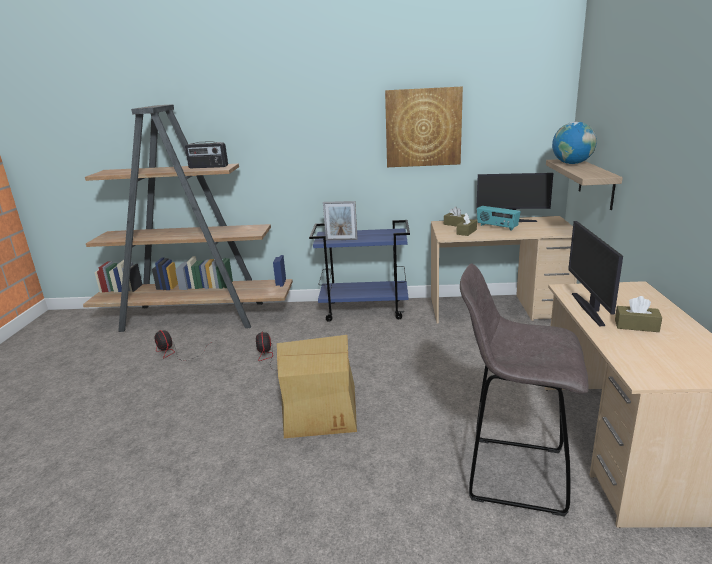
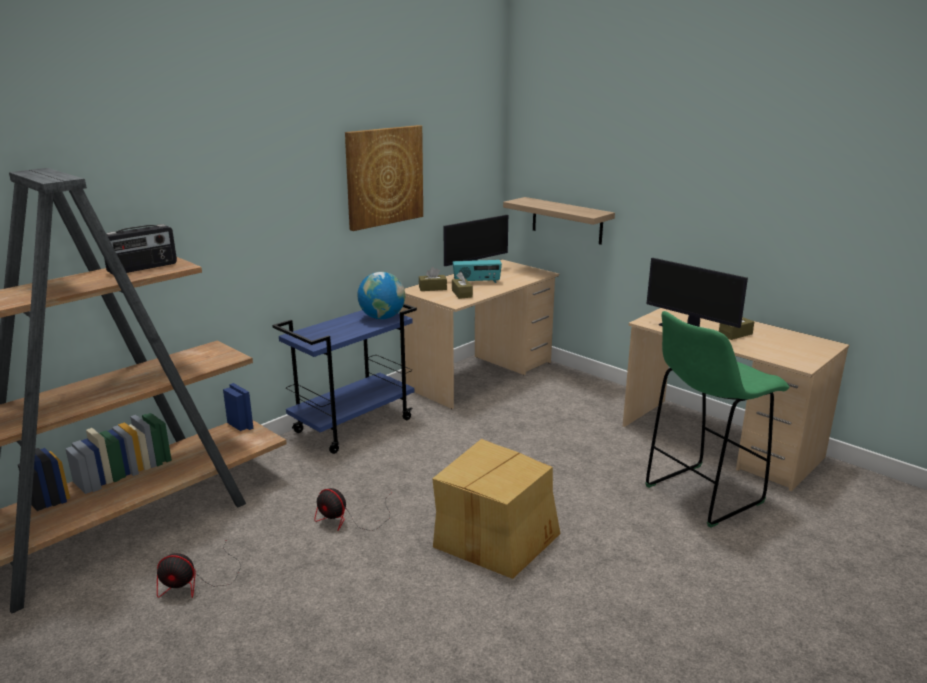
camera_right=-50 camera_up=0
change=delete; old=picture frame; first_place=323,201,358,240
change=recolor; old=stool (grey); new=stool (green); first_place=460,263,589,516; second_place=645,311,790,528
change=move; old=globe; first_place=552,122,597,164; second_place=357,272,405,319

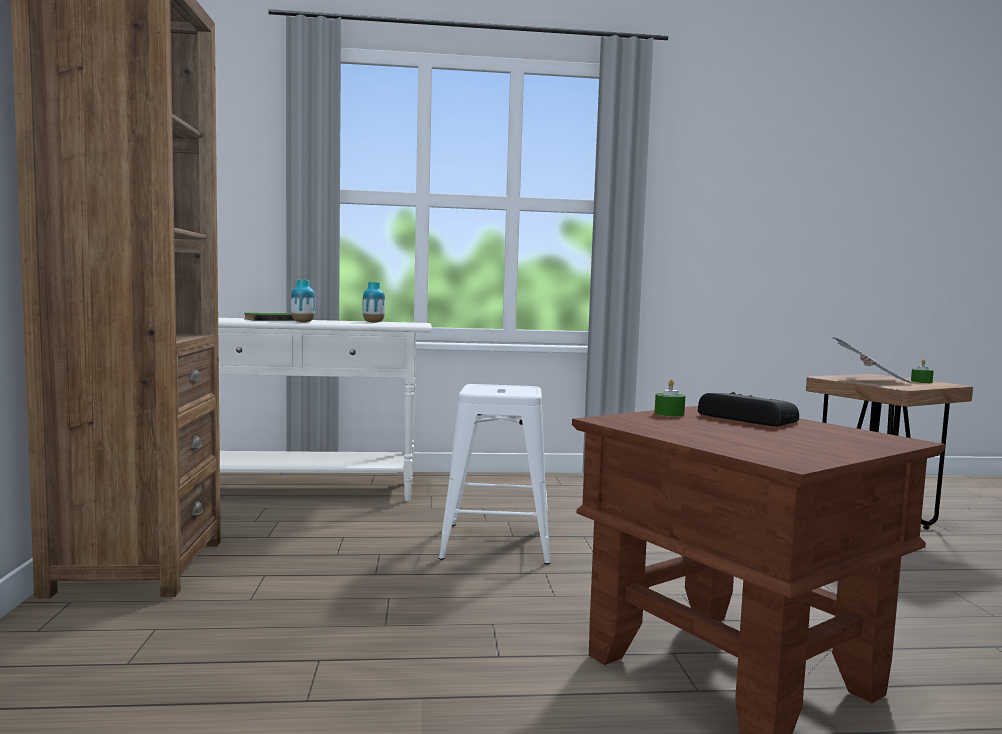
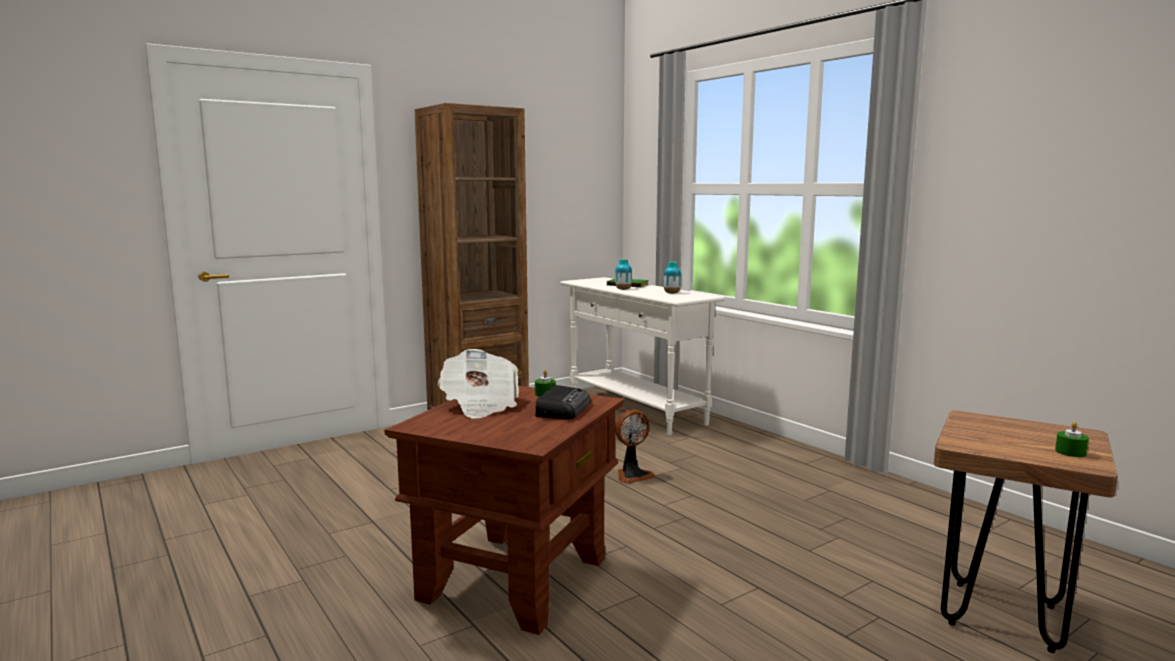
camera_right=60 camera_up=5
change=replace; old=stool (white); new=fan; first_place=439,384,550,564; second_place=615,409,655,484
change=move; old=newspaper; first_place=833,338,913,383; second_place=437,349,519,419

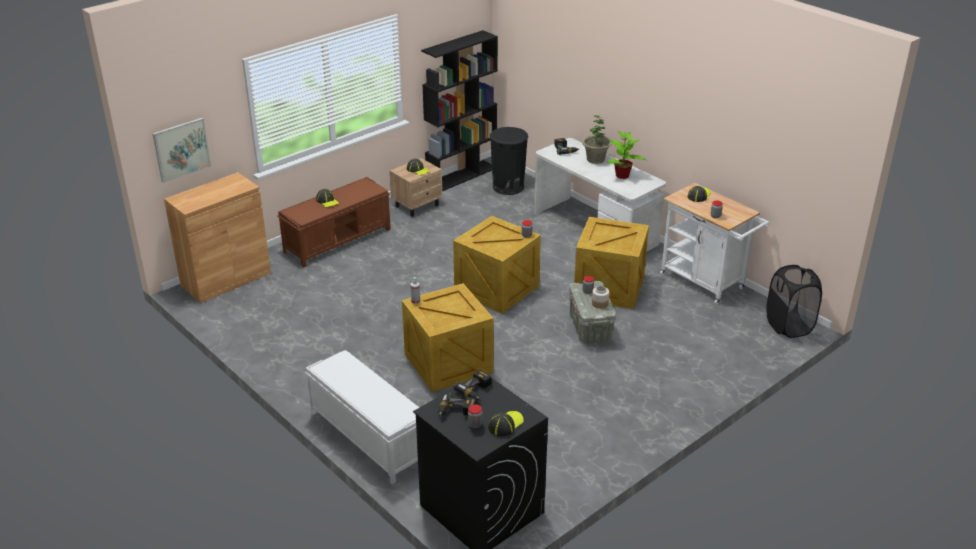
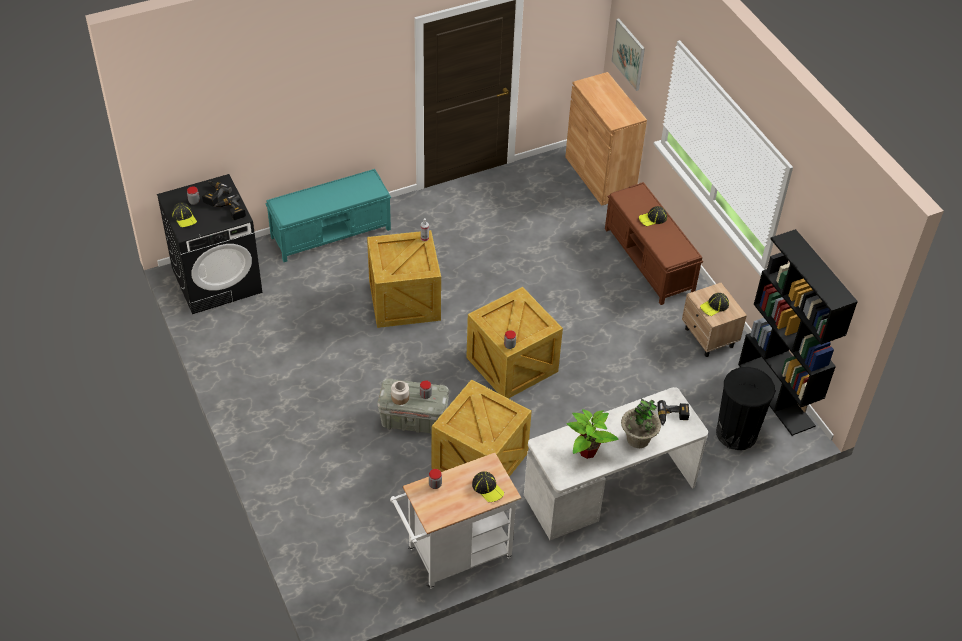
camera_right=105 camera_up=15
change=recolor; old=bench (white); new=bench (turquoise); first_place=305,350,419,484; second_place=265,169,391,262
change=delete; old=laundry basket (black); first_place=766,265,822,338

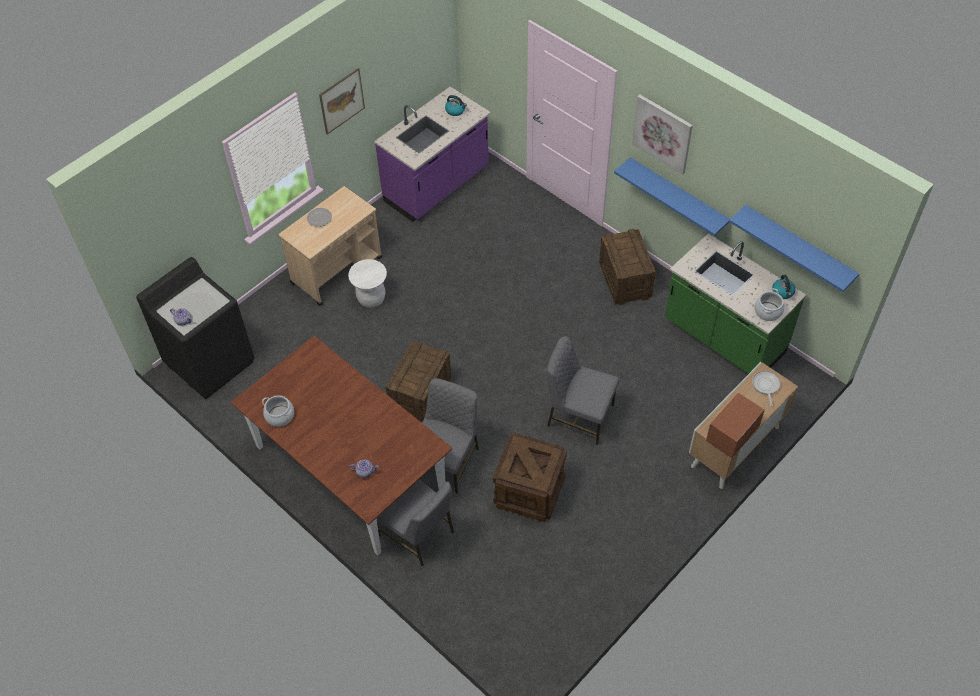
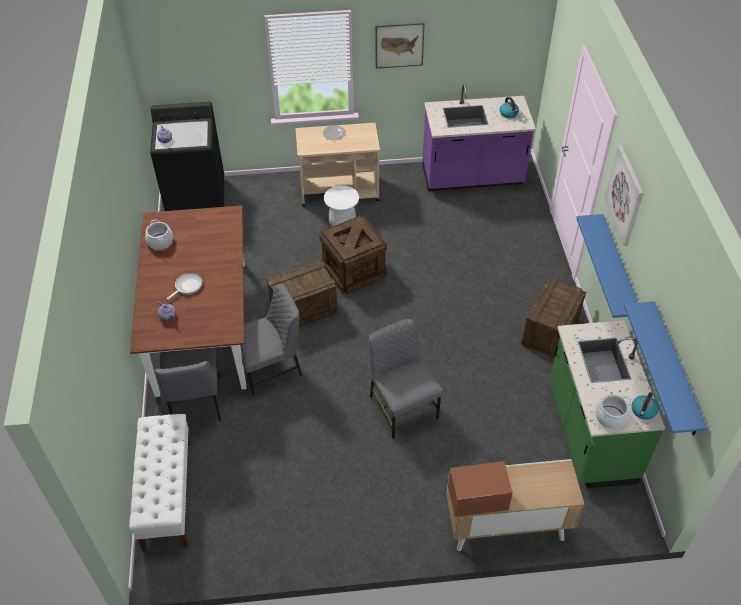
camera_right=40 camera_up=-5
change=move; old=crate; first_place=493,433,567,522; second_place=319,216,387,294
change=move; old=frying pan; first_place=752,371,781,407; second_place=167,273,202,300
change=insert; new=bench (white); second_place=129,414,192,551

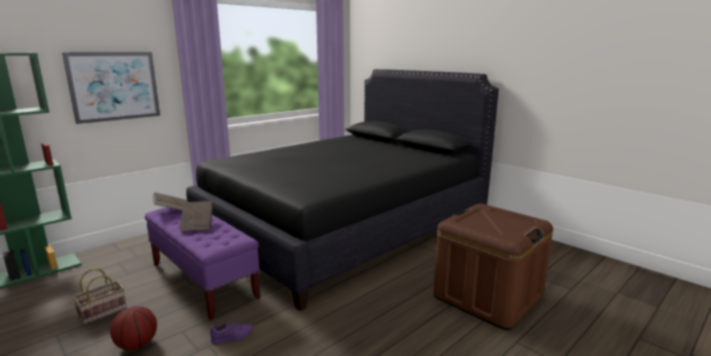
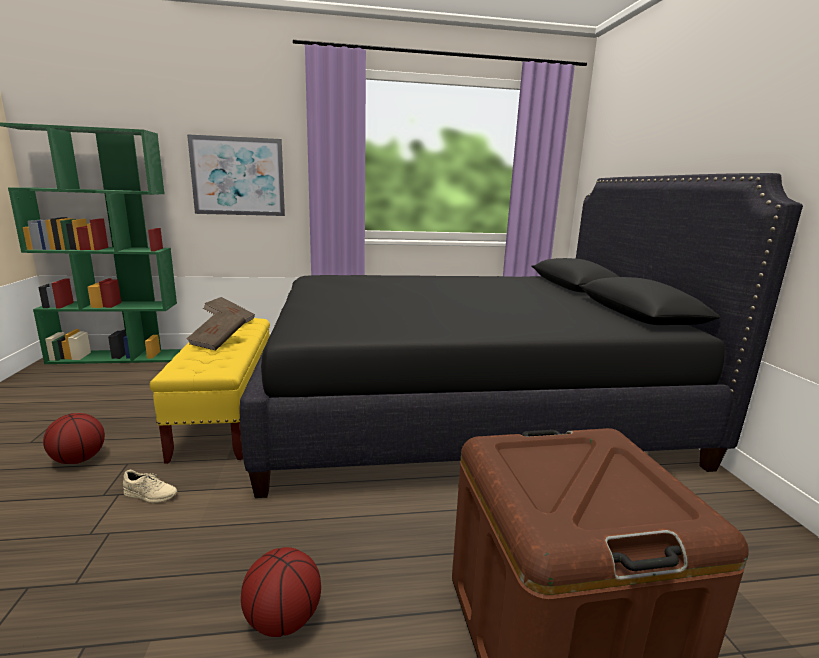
camera_right=35 camera_up=0
change=delete; old=basket; first_place=73,268,127,325
change=recolor; old=bench (purple); new=bench (yellow); first_place=145,207,260,320; second_place=150,318,270,464
change=recolor; old=shoe (purple); new=shoe (beige); first_place=210,321,253,345; second_place=123,470,177,503
change=insert; new=basketball; second_place=241,547,321,637

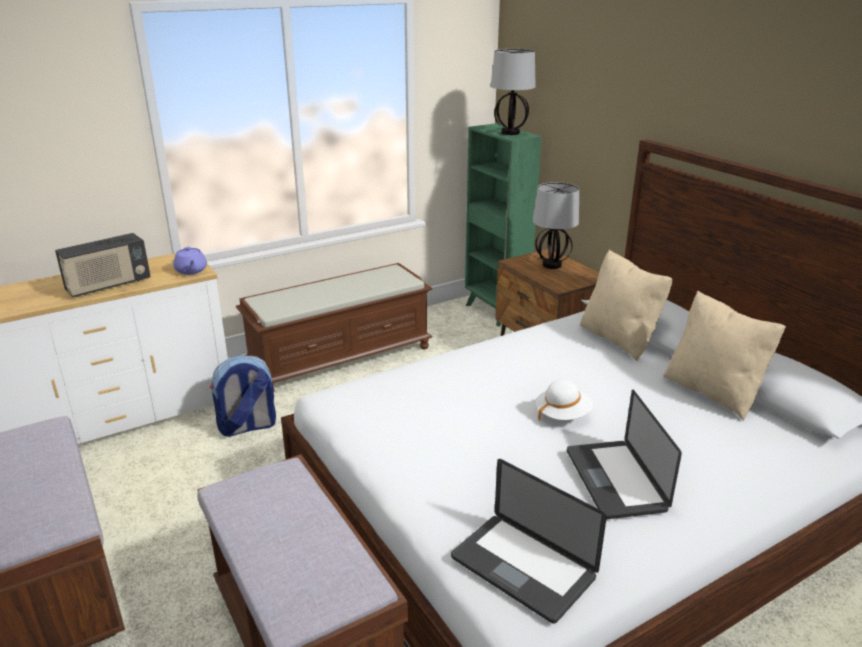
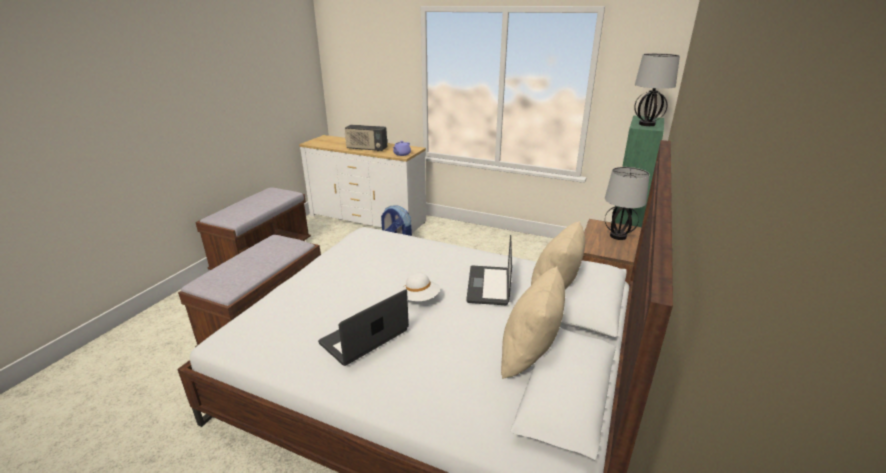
camera_right=55 camera_up=0
change=delete; old=bench (brown); first_place=236,263,432,391
change=move; old=laptop; first_place=451,459,607,624; second_place=466,235,512,305

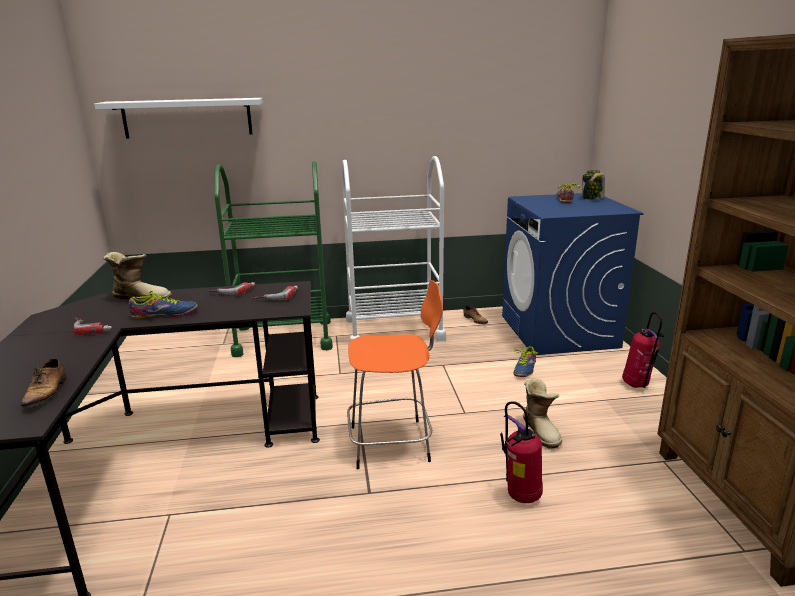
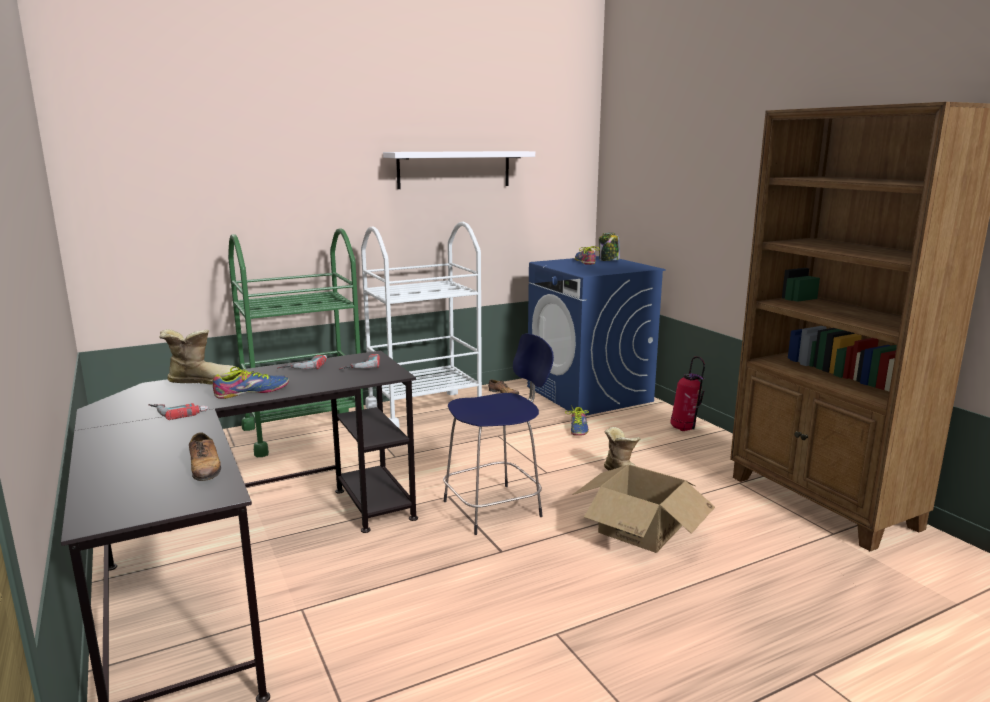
camera_right=-20 camera_up=-5
change=move; old=shelf (white); first_place=94,98,263,138; second_place=383,151,535,189
change=recolor; old=stool (orange); new=stool (blue); first_place=347,280,443,470; second_place=443,333,554,535
change=replace; old=fire extinguisher; new=cardboard box; first_place=500,401,543,503; second_place=572,464,715,553

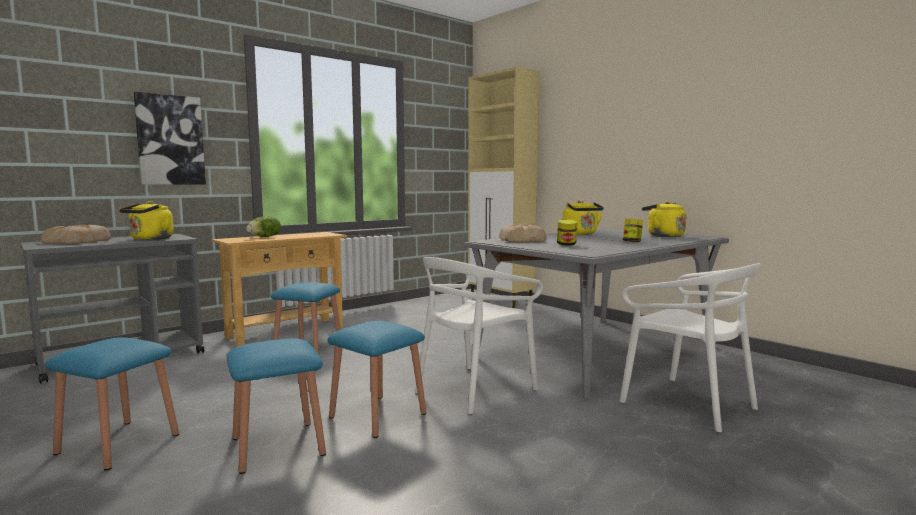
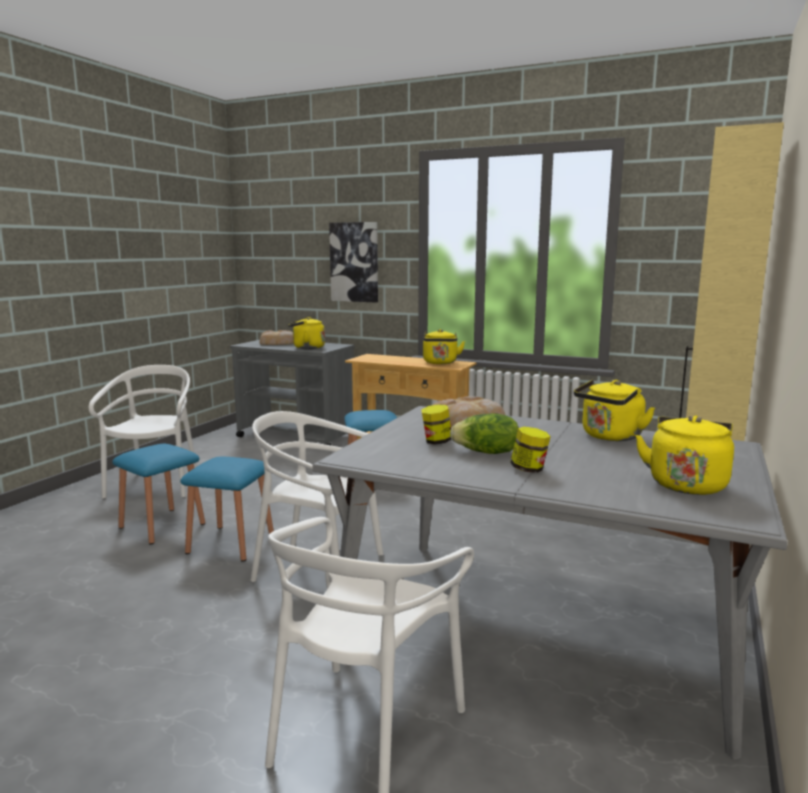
camera_right=65 camera_up=5
change=replace; old=stool (blue); new=chair (white); first_place=45,337,179,471; second_place=89,365,197,499
change=move; old=lettuce; first_place=246,216,281,237; second_place=450,414,519,454
change=insert; new=kettle (yellow); second_place=423,329,465,364

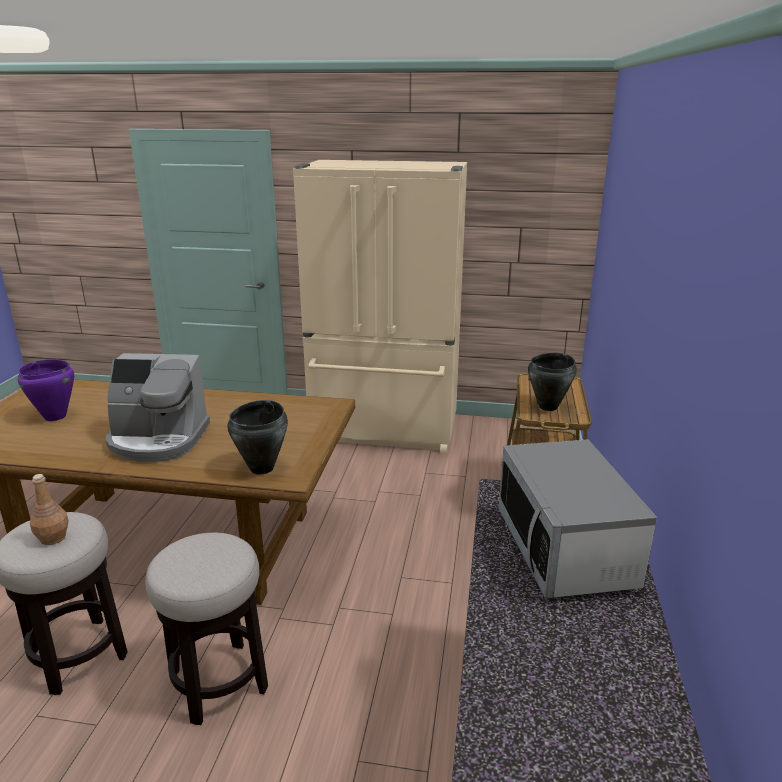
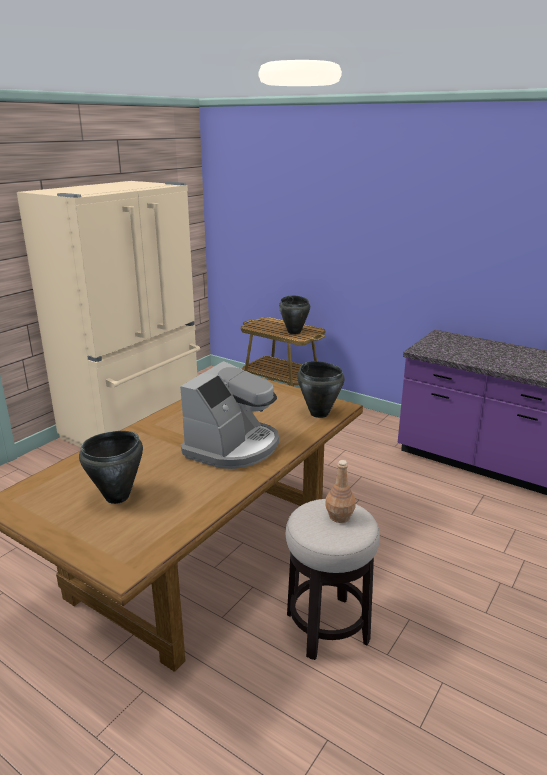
camera_right=-65 camera_up=0
change=recolor; old=cooking pot (purple); new=cooking pot (black); first_place=18,359,74,421; second_place=79,431,143,504
change=delete; old=stool; first_place=145,533,268,725
change=delete; old=microwave; first_place=499,440,657,598

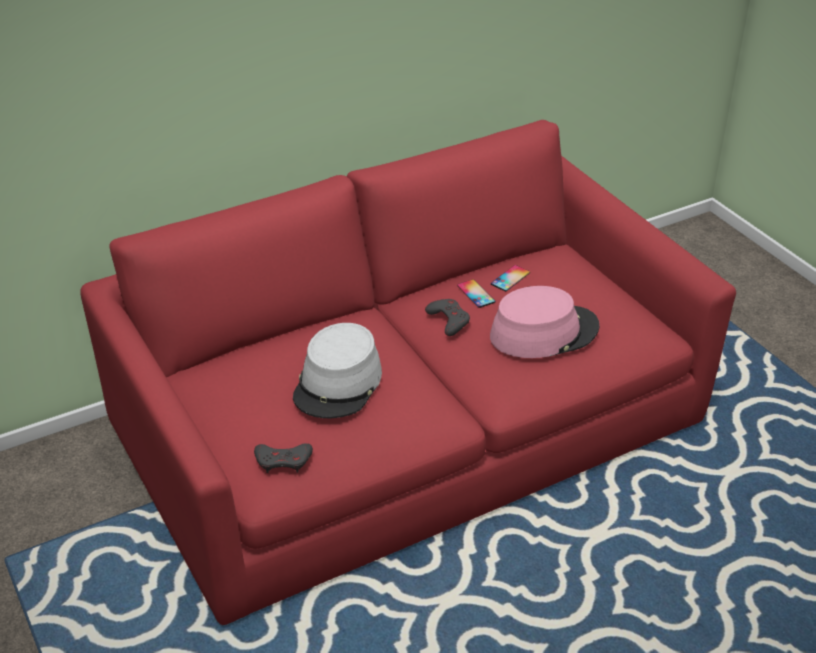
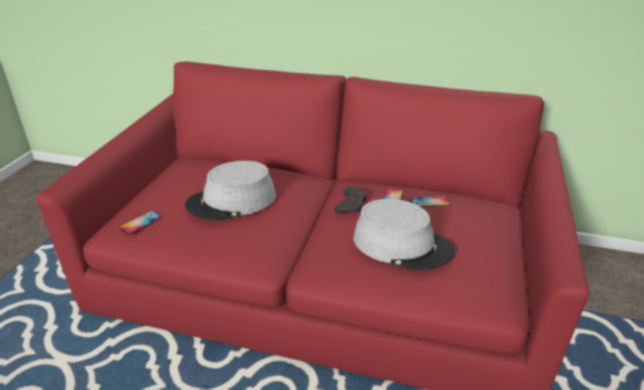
camera_right=45 camera_up=-5
change=replace; old=game controller (grey); new=phone; first_place=254,443,313,473; second_place=119,211,161,235
change=recolor; old=hat (pink); new=hat (grey); first_place=490,286,600,358; second_place=353,199,455,271

